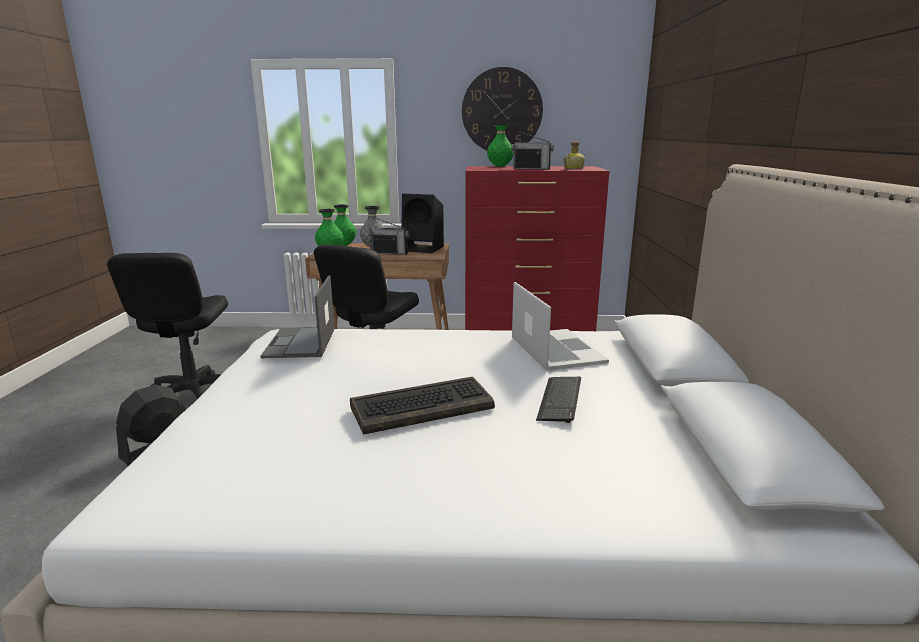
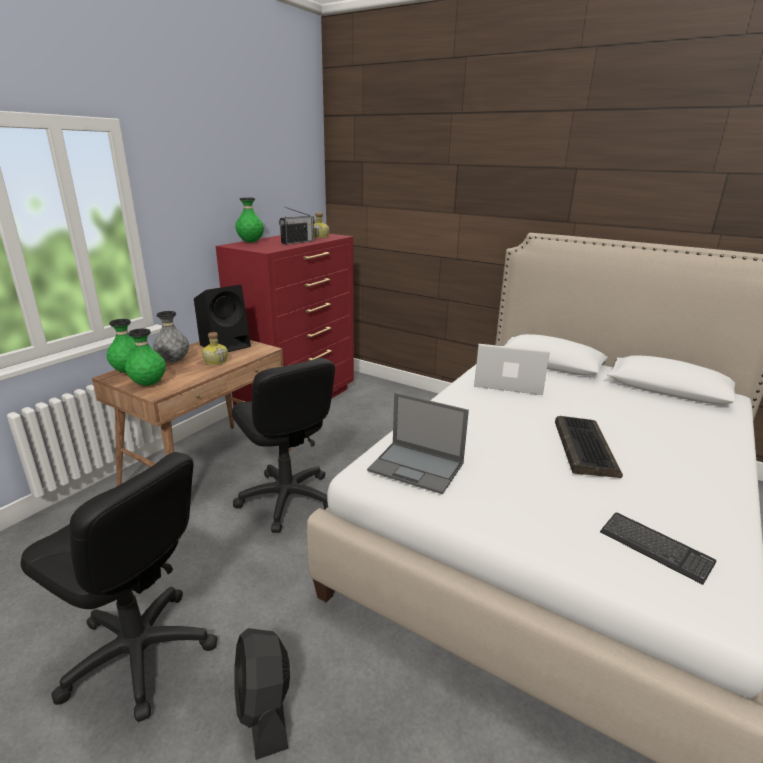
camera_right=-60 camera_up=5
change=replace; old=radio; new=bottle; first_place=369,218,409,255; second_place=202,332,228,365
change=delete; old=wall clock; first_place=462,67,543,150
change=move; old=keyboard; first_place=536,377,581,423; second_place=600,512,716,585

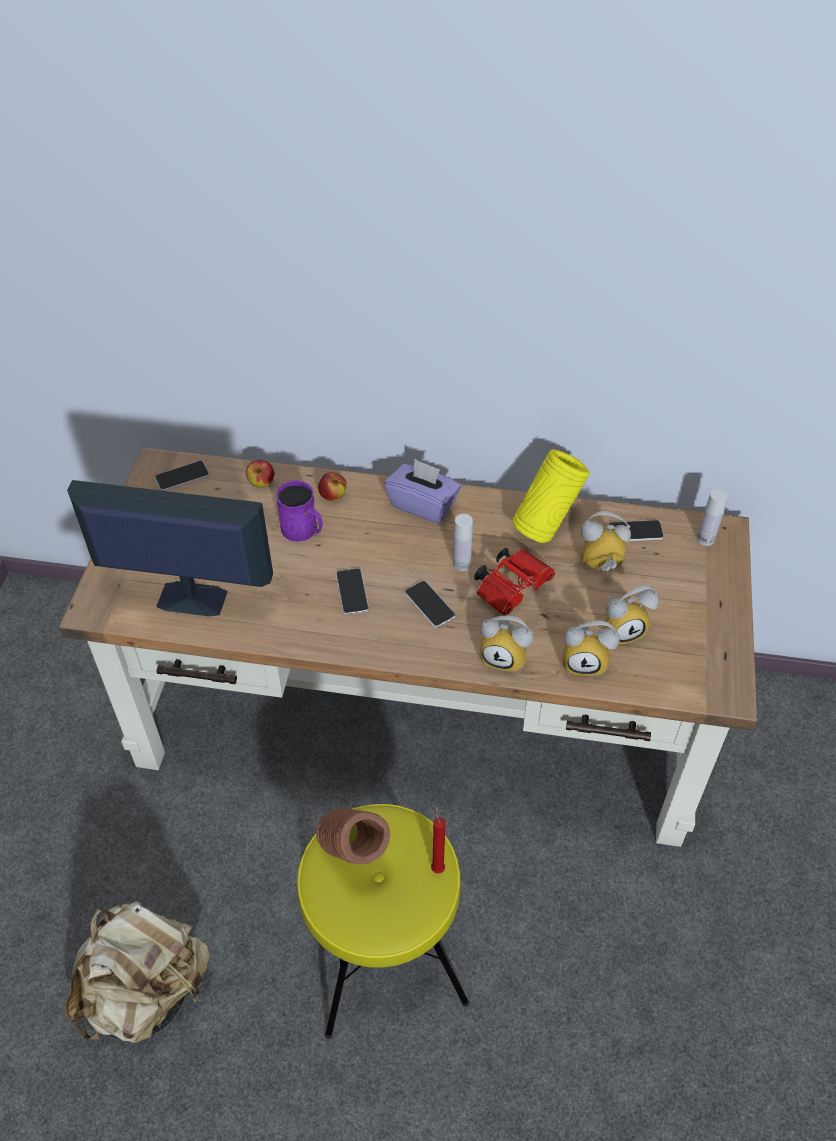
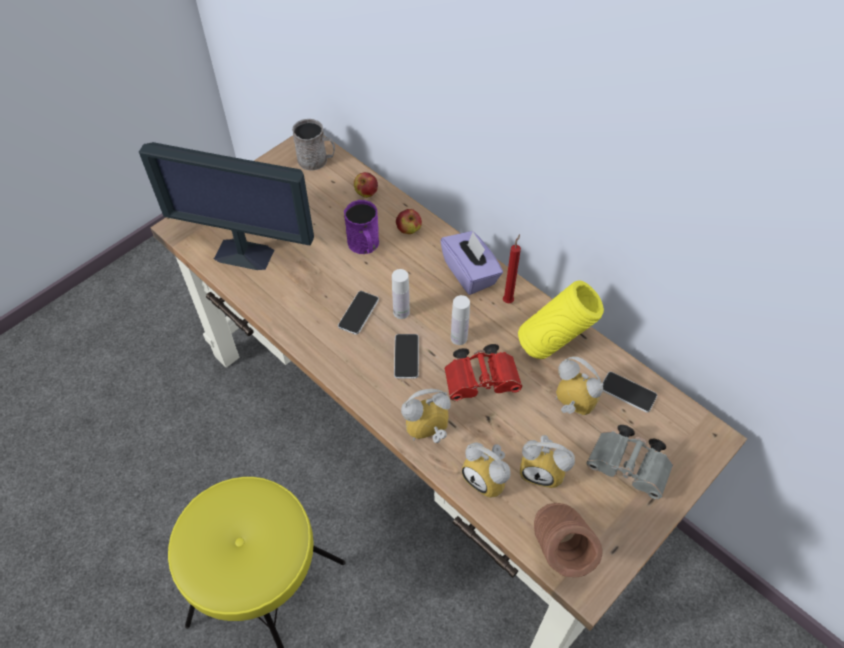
camera_right=35 camera_up=5
change=delete; old=backpack (beige); first_place=65,901,210,1043
change=rotate; old=monitor; first_place=67,480,273,617; second_place=139,142,314,270; degrees=150
change=replace; old=phone; new=mug (grey); first_place=155,461,209,491; second_place=292,119,335,171
change=move; old=vase (brown); first_place=316,808,390,864; second_place=534,503,603,577
change=move; old=candle (red); first_place=431,806,446,874; second_place=503,234,521,303
change=rotate; old=alarm clock; first_place=480,615,534,673; second_place=401,389,451,443; degrees=105
change=move; old=bottle (white); first_place=697,489,728,546; second_place=392,269,410,319
change=insert; new=binoculars (grey); second_place=586,425,673,500

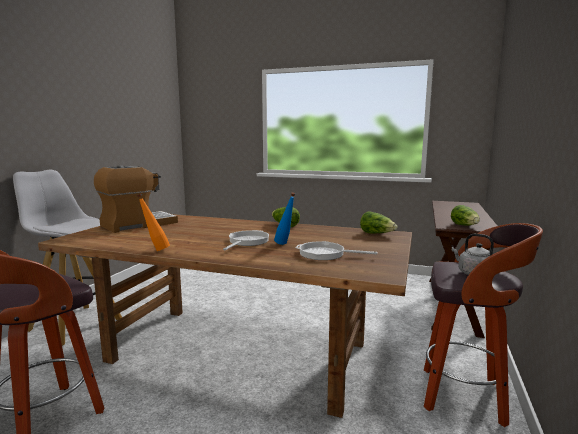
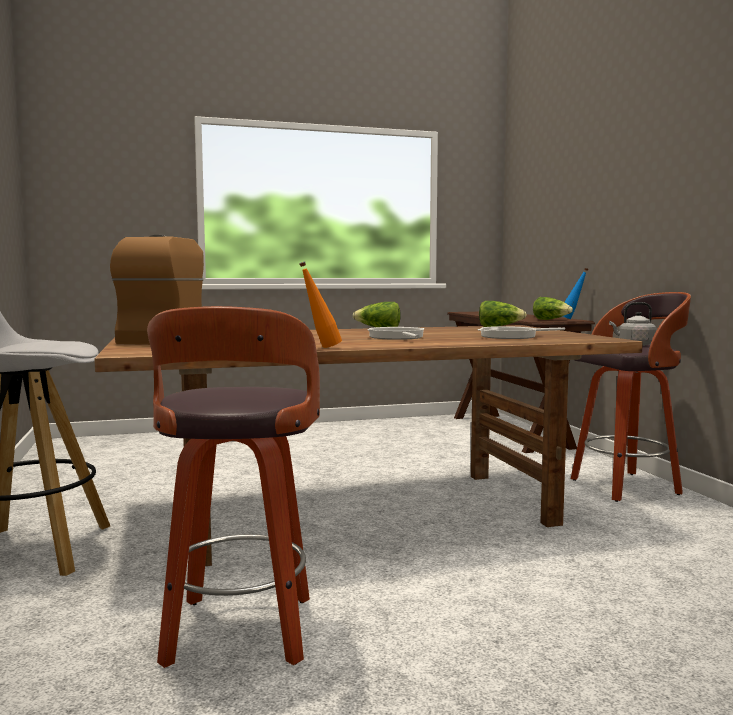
camera_right=-35 camera_up=-5
change=move; old=bottle (blue); first_place=274,192,295,245; second_place=563,268,588,319

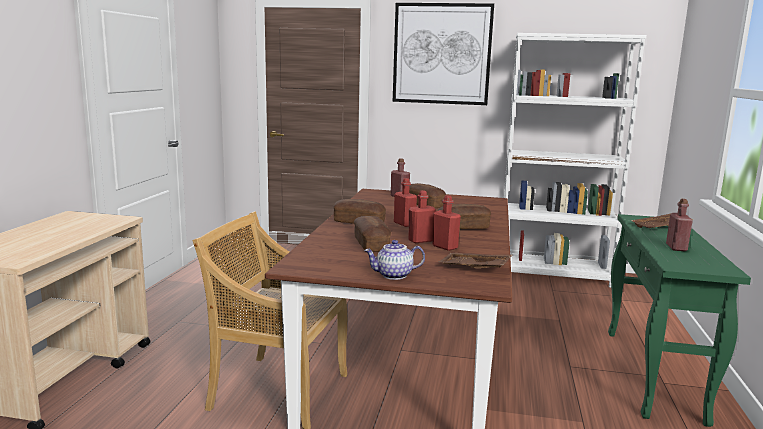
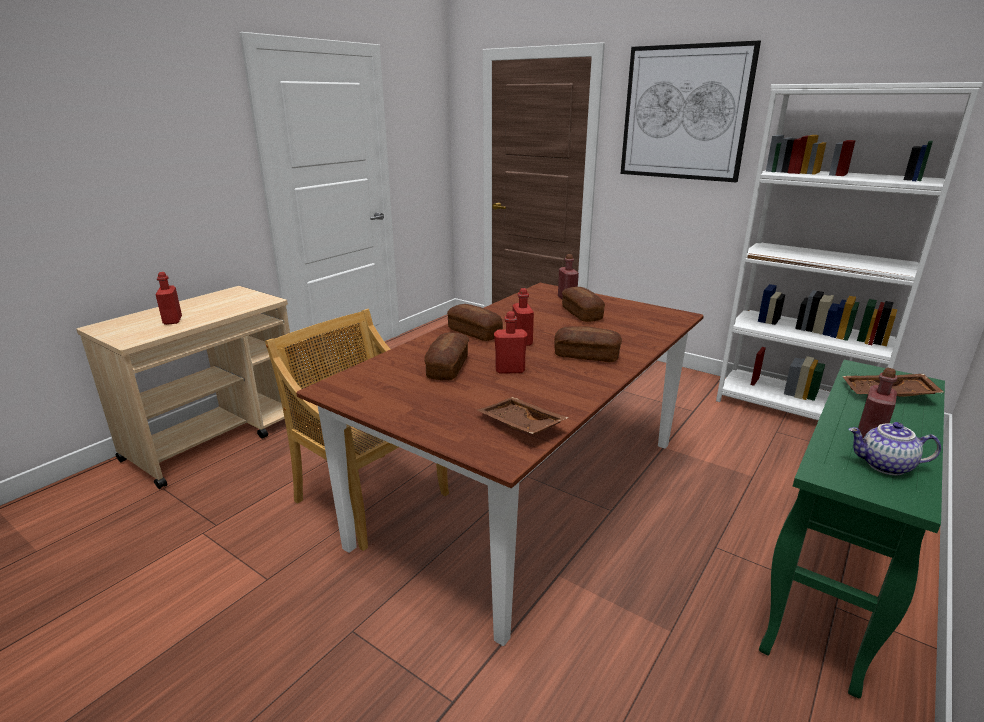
camera_right=25 camera_up=10
change=move; old=teapot; first_place=364,240,425,280; second_place=848,422,941,475
change=move; old=bottle (red); first_place=432,195,461,251; second_place=155,272,182,325

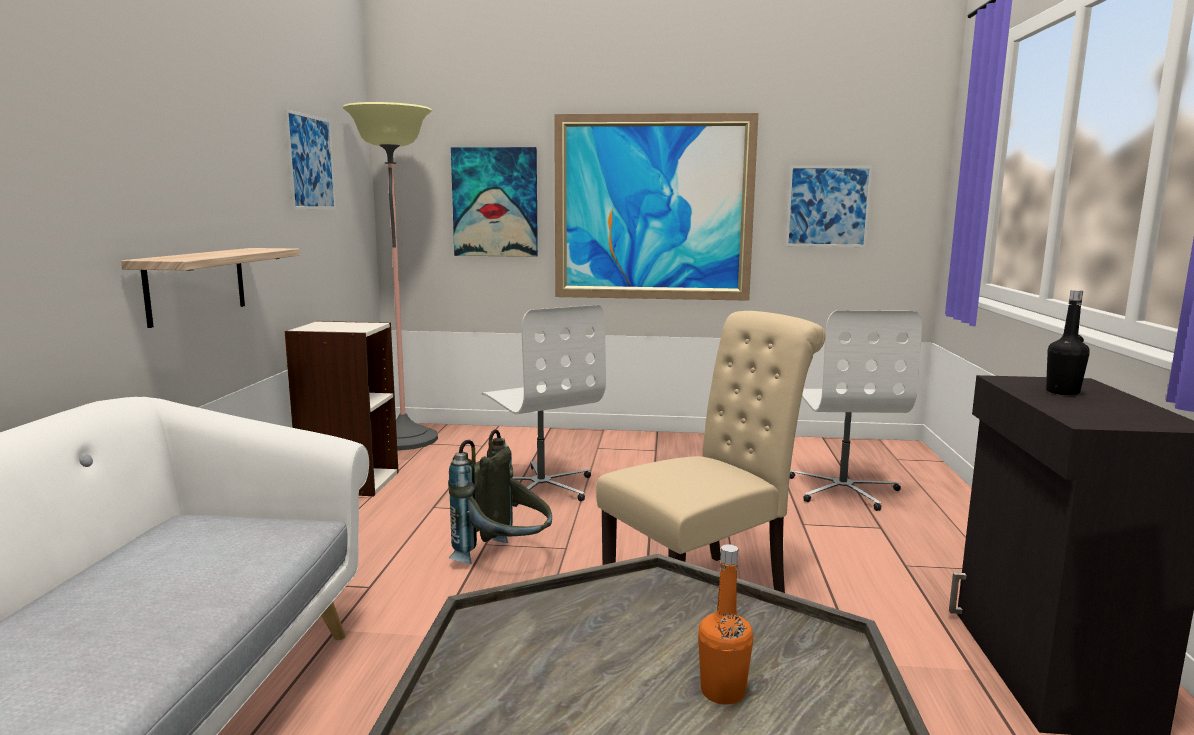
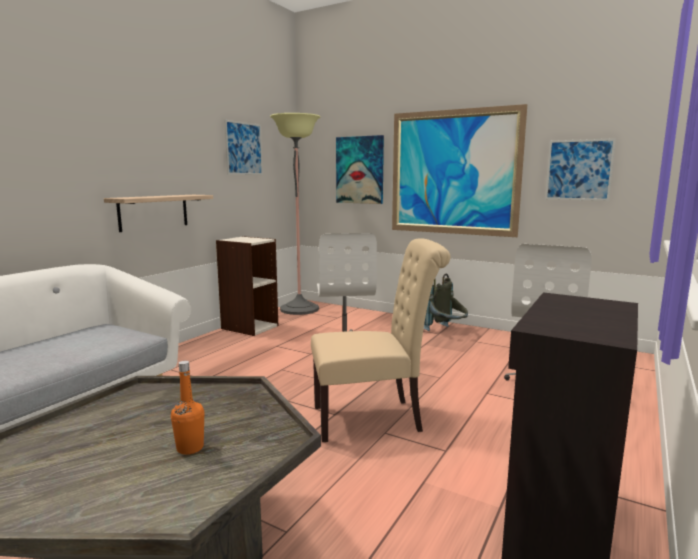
camera_right=25 camera_up=0
change=move; old=backpack (grey); first_place=448,429,552,564; second_place=424,274,468,331
change=delete; old=bottle (black); first_place=1046,290,1090,396

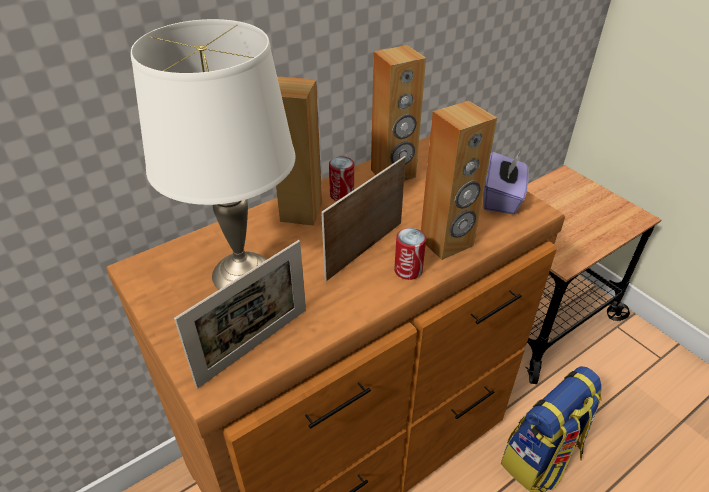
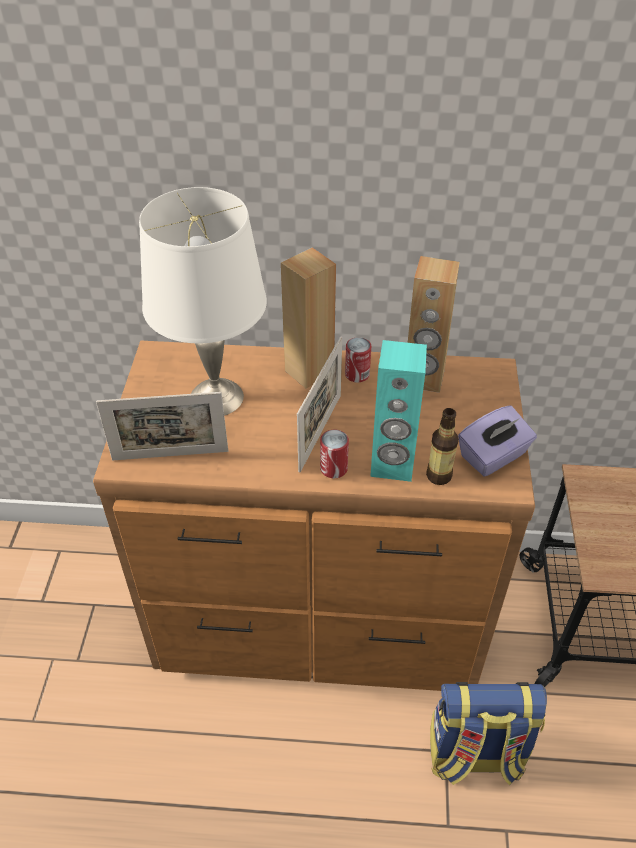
camera_right=40 camera_up=5
change=rotate; old=picture frame; first_place=321,156,406,281; second_place=297,337,342,472; degrees=120
change=recolor; old=speaker (brown); new=speaker (turquoise); first_place=421,101,497,260; second_place=370,340,427,482
change=insert; new=bottle; second_place=426,408,459,485

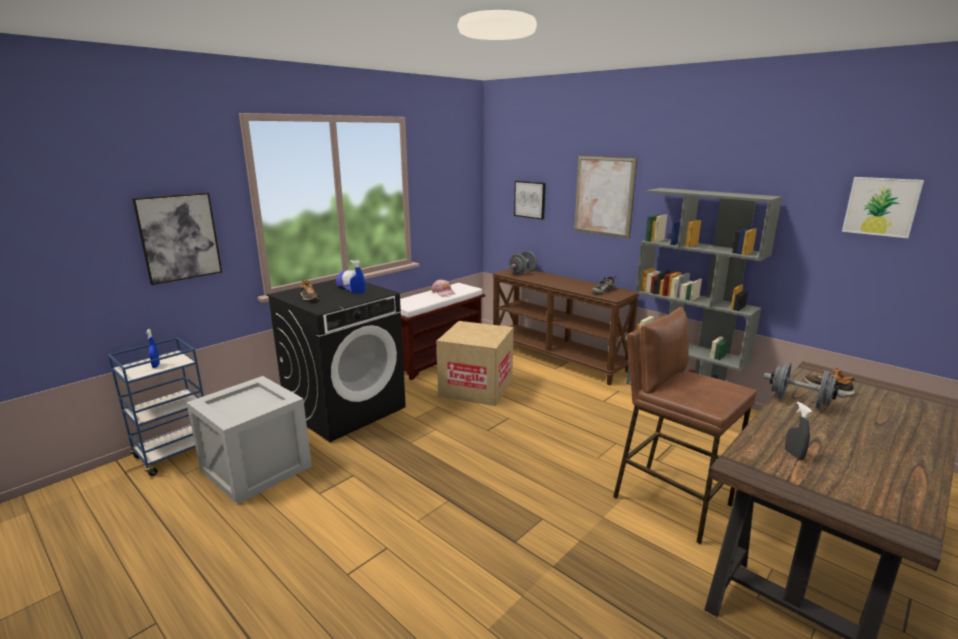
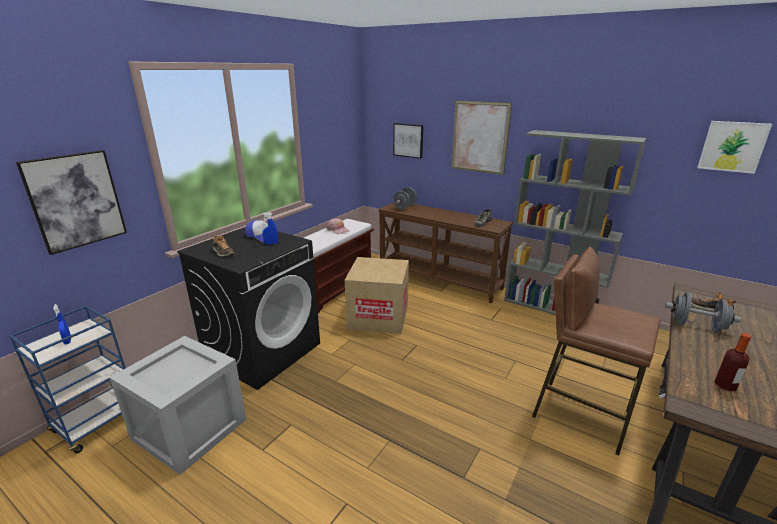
camera_right=-10 camera_up=5
change=replace; old=spray bottle (grey); new=bottle; first_place=785,402,812,460; second_place=714,333,751,391

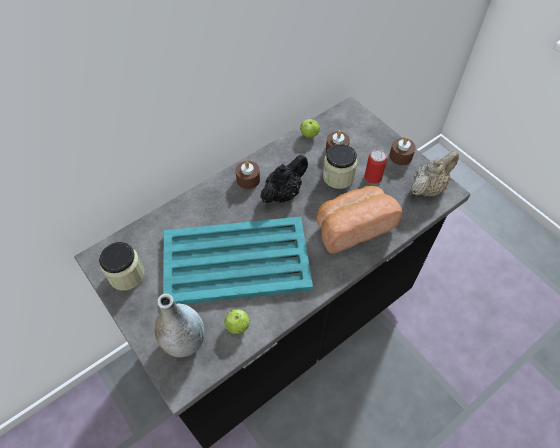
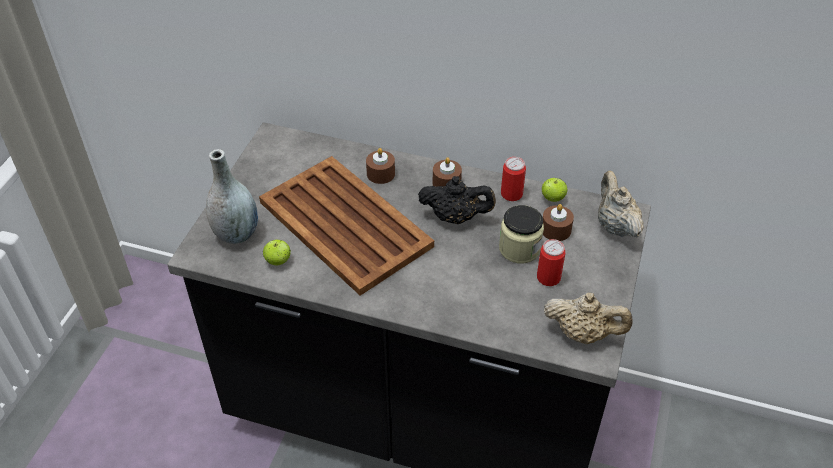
camera_right=55 camera_up=-10
change=delete; old=jar; first_place=99,242,145,291
change=recolor; old=tray (turquoise); new=tray (brown); first_place=163,217,313,304; second_place=259,156,434,296
change=delete; old=bread; first_place=316,186,403,253
change=move; old=candle (brown); first_place=389,137,416,165; second_place=366,148,395,184
change=insert; new=can; second_place=501,157,526,201
change=insert; new=teapot (beige); second_place=598,171,644,237

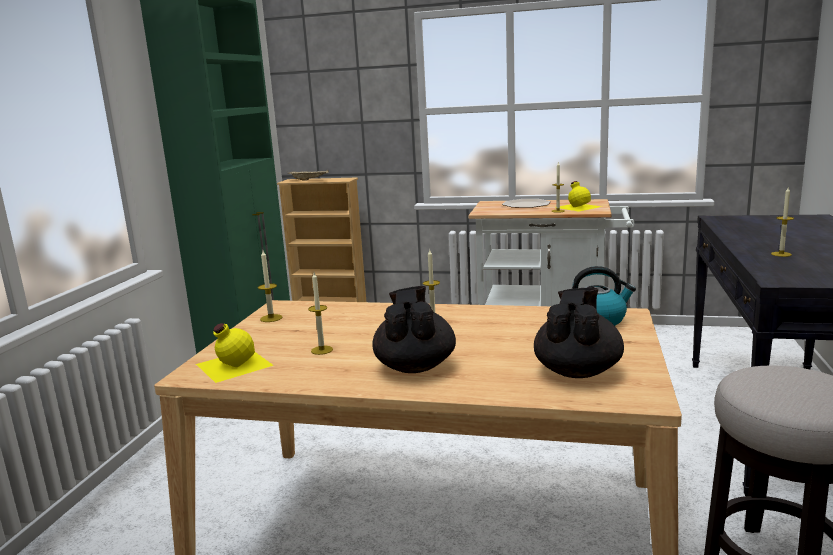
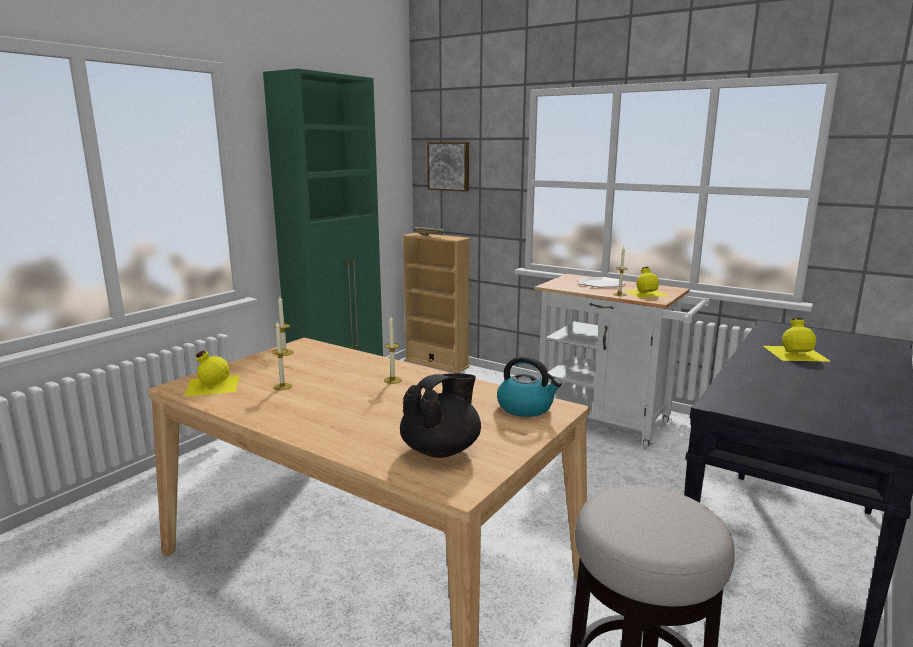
camera_right=20 camera_up=0
change=delete; old=teapot (black); first_place=372,286,456,373
change=delete; old=candle; first_place=771,186,794,257
change=insert; new=picture; second_place=427,142,469,192
change=insert; new=bottle (yellow); second_place=763,318,831,362

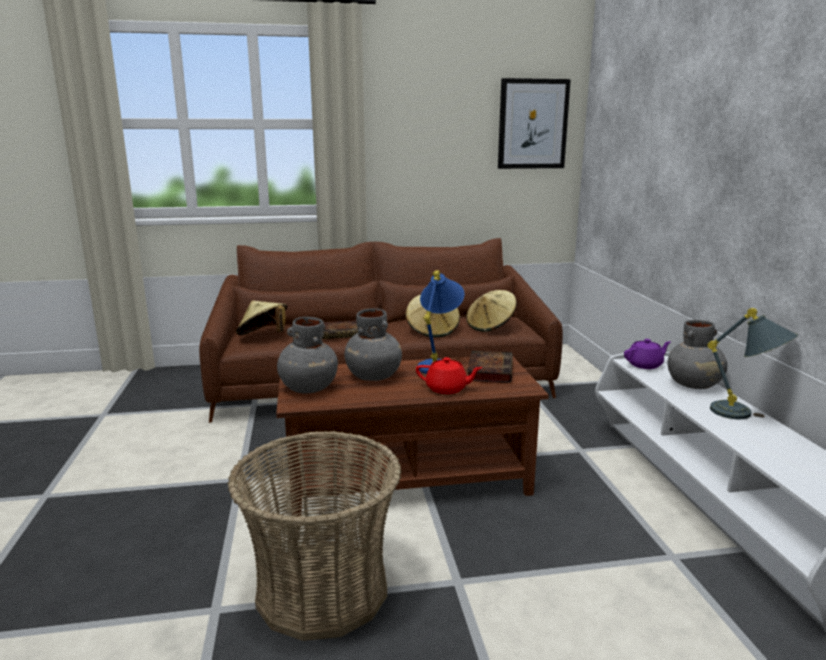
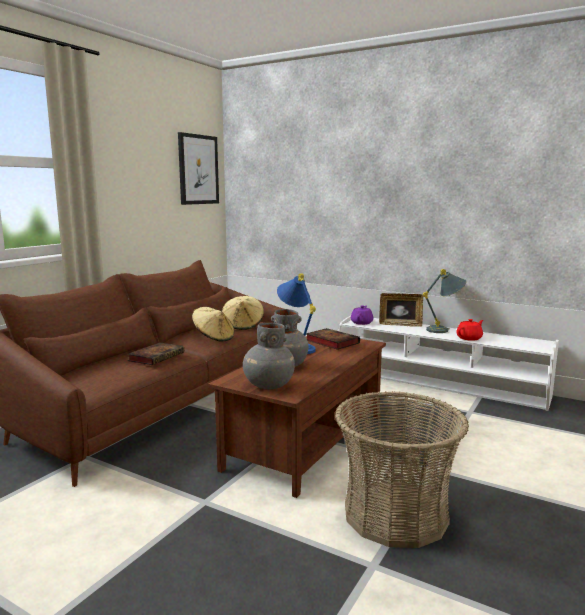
camera_right=-50 camera_up=-5
change=delete; old=hat (beige); first_place=236,300,288,335
change=move; old=teapot (red); first_place=416,357,483,394; second_place=456,319,483,341
change=replace; old=vase (grey); new=picture frame; first_place=668,320,727,389; second_place=379,293,423,327

